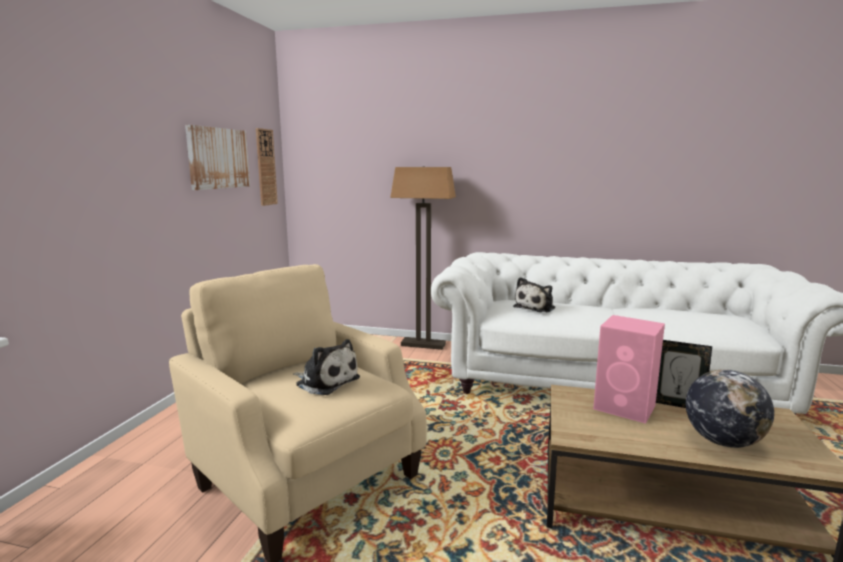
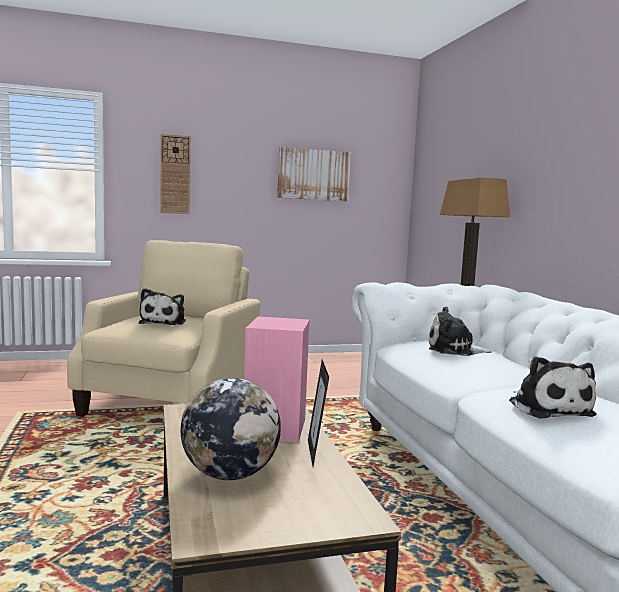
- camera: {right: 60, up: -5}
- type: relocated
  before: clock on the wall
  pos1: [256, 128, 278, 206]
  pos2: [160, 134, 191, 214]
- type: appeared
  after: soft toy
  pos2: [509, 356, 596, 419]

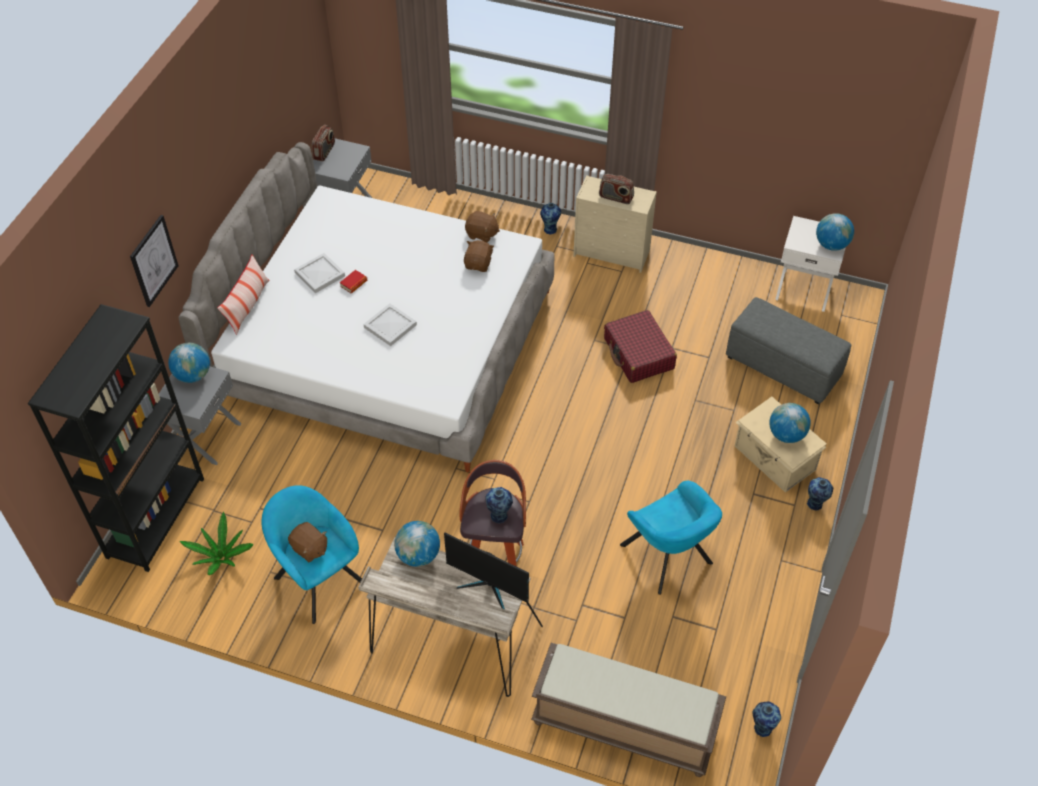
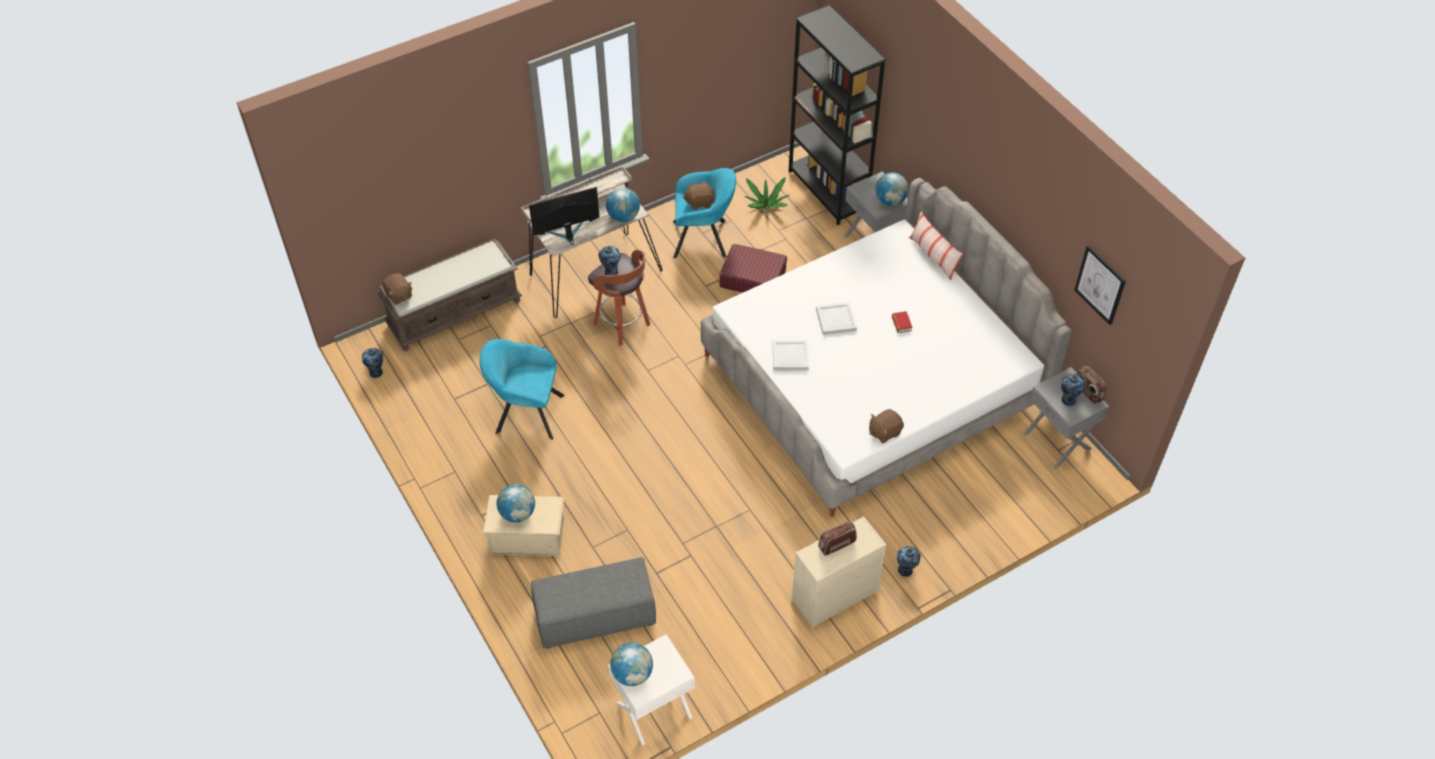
- camera: {right: 130, up: 0}
- type: relocated
  before: brownish soft toy
  pos1: [464, 240, 494, 272]
  pos2: [383, 273, 412, 305]
- type: relocated
  before: reddish piece of luggage
  pos1: [604, 310, 677, 383]
  pos2: [719, 244, 787, 293]
- type: relocated
  before: white-coloured serving tray
  pos1: [294, 253, 345, 293]
  pos2: [773, 340, 809, 371]
- type: relocated
  before: decorative vase
  pos1: [807, 477, 833, 511]
  pos2: [1061, 374, 1084, 406]
- type: relocated
  before: wall picture
  pos1: [130, 215, 178, 307]
  pos2: [1074, 245, 1126, 325]

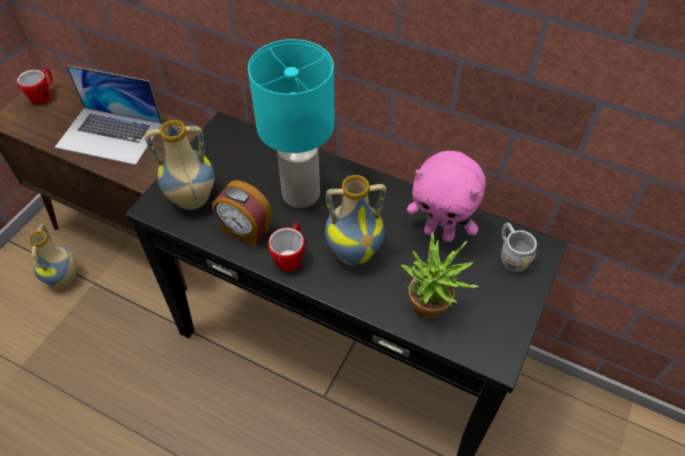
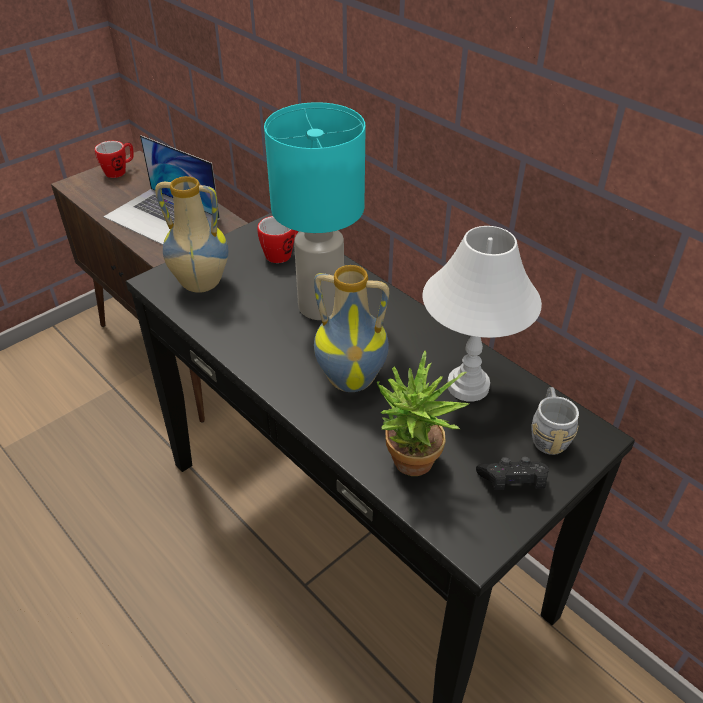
- camera: {right: 20, up: -10}
- type: relocated
  before: tea mug
  pos1: [268, 222, 305, 272]
  pos2: [257, 216, 298, 263]
- type: exchanged
  before: pink soft toy
  after: white-coloured tabletop lamp
  pos1: [407, 151, 486, 242]
  pos2: [423, 226, 542, 401]
- type: appeared
  after: blackish game controller
  pos2: [476, 457, 549, 490]
- type: missing
  before: decorative vase
  pos1: [28, 224, 77, 288]
- type: missing
  before: alarm clock
  pos1: [212, 180, 271, 247]

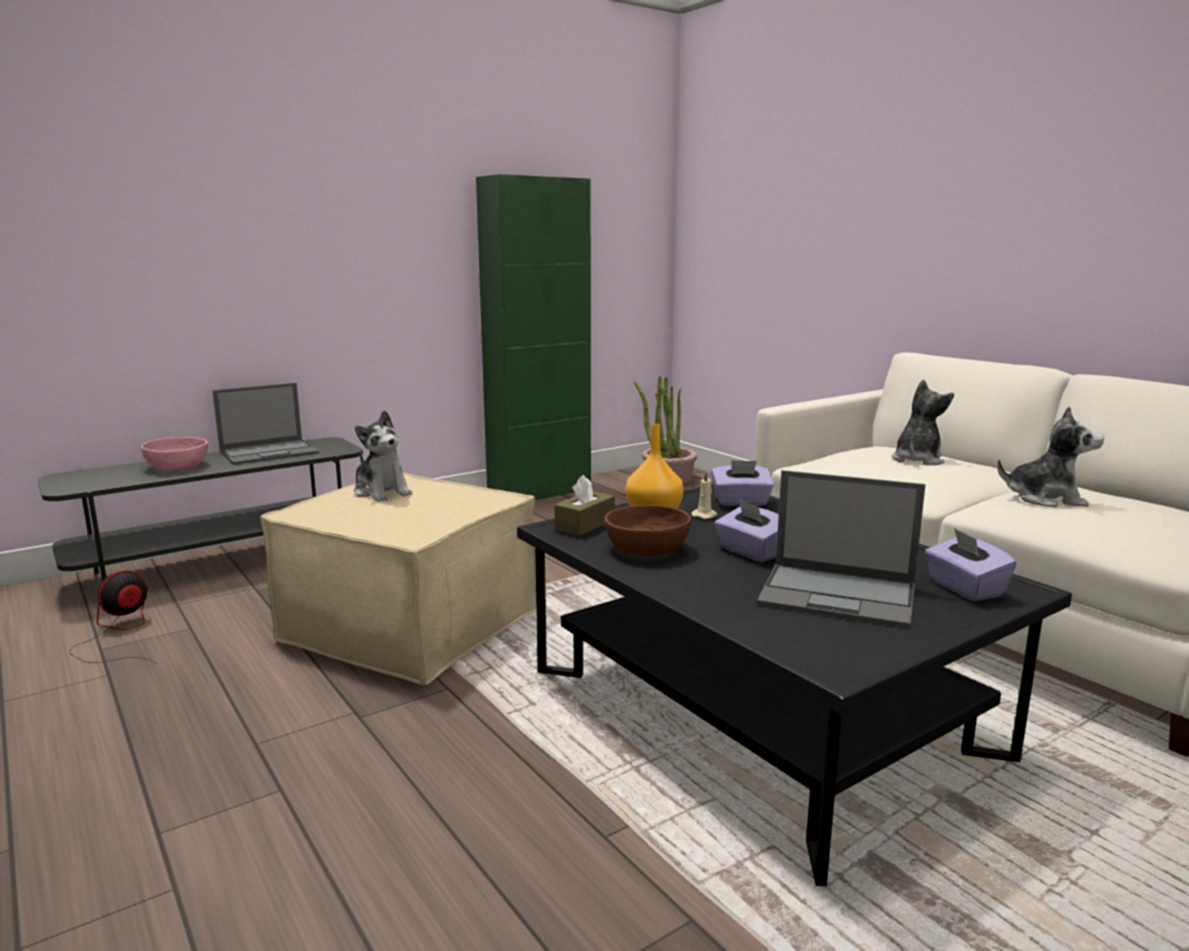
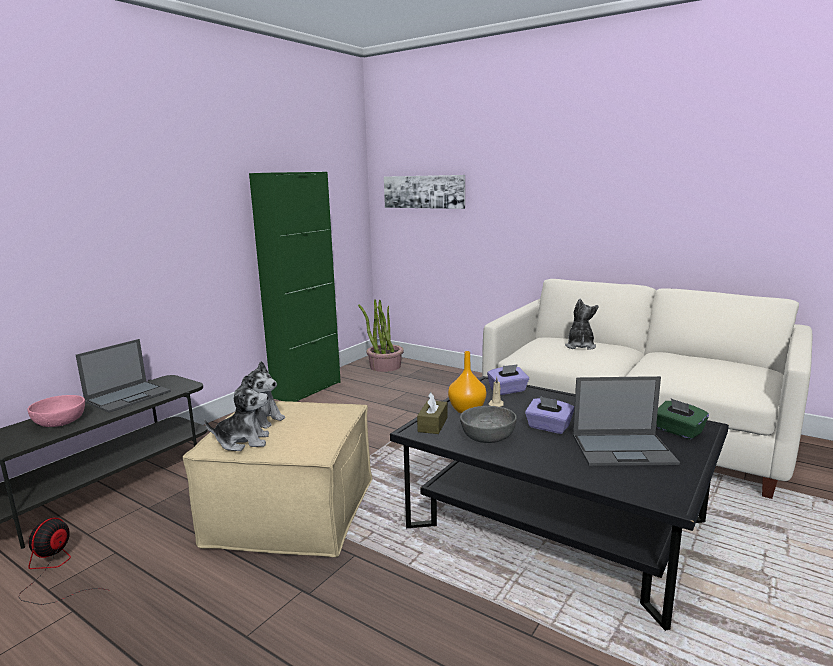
- camera: {right: -20, up: 0}
- type: relocated
  before: soft toy
  pos1: [997, 406, 1104, 507]
  pos2: [204, 378, 269, 451]
- type: appeared
  after: wall picture
  pos2: [384, 175, 465, 209]
- type: colour
  before: brownish deep dish
  after: greyish deep dish
  pos1: [604, 505, 691, 556]
  pos2: [460, 406, 517, 443]
- type: colour
  before: purplish tissue holder
  after: green tissue holder
  pos1: [924, 528, 1017, 601]
  pos2: [656, 398, 709, 439]

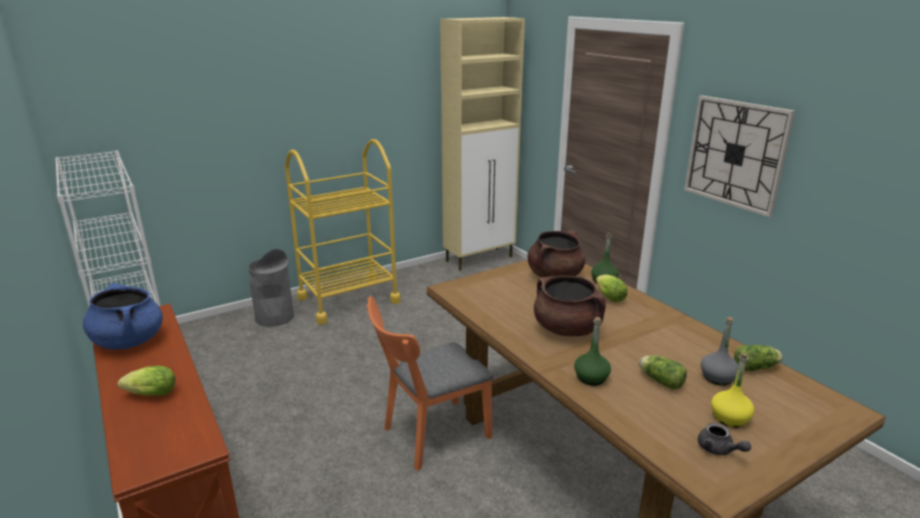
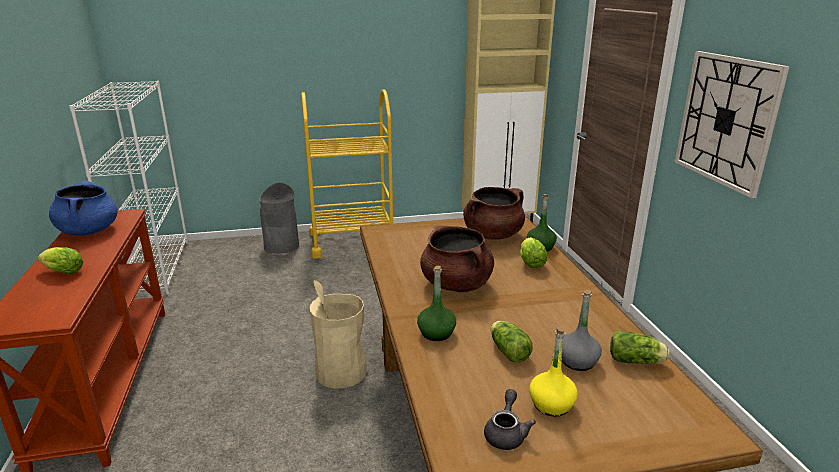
- camera: {right: 20, up: 0}
- type: exchanged
  before: orangey plain chair
  after: sand-coloured waste bin
  pos1: [367, 296, 493, 471]
  pos2: [310, 280, 367, 389]
- type: spun
  before: greyish teapot
  pos1: [698, 423, 751, 455]
  pos2: [484, 389, 536, 450]
  turn: -150

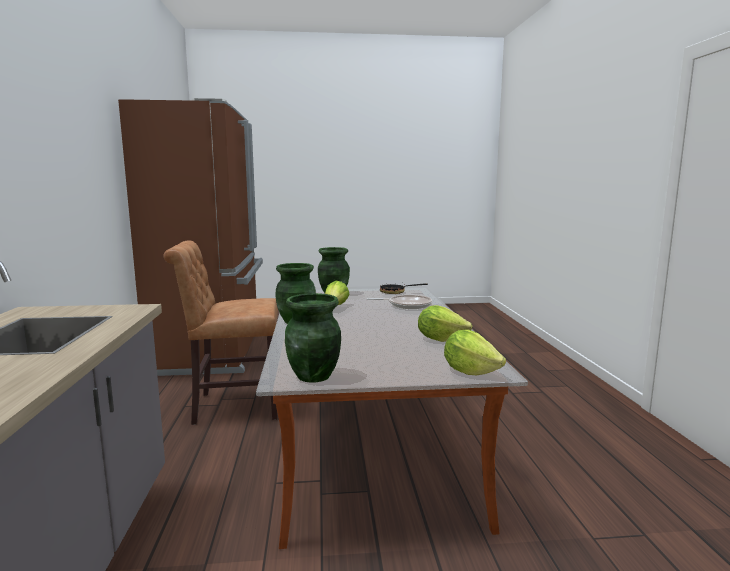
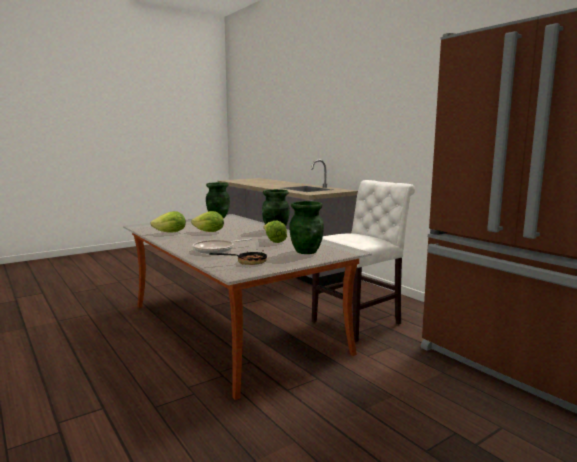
- camera: {right: 150, up: 0}
- type: relocated
  before: lettuce
  pos1: [444, 330, 506, 375]
  pos2: [191, 211, 224, 232]
- type: colour
  before: brownish plain chair
  after: white-coloured plain chair
  pos1: [164, 240, 278, 425]
  pos2: [312, 180, 415, 342]

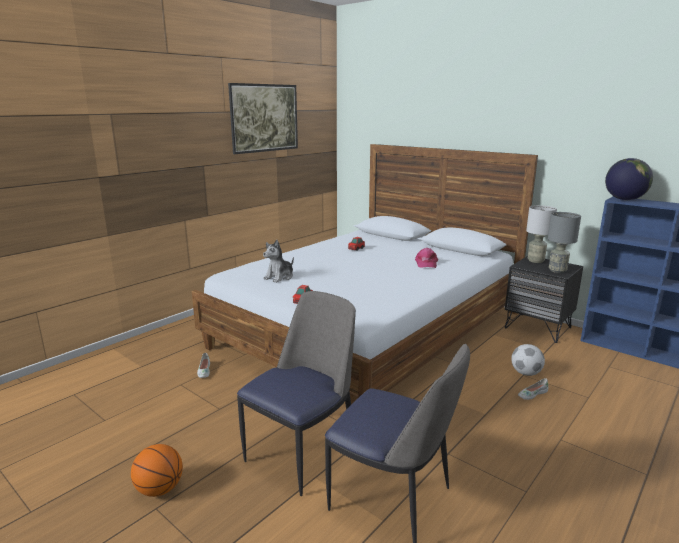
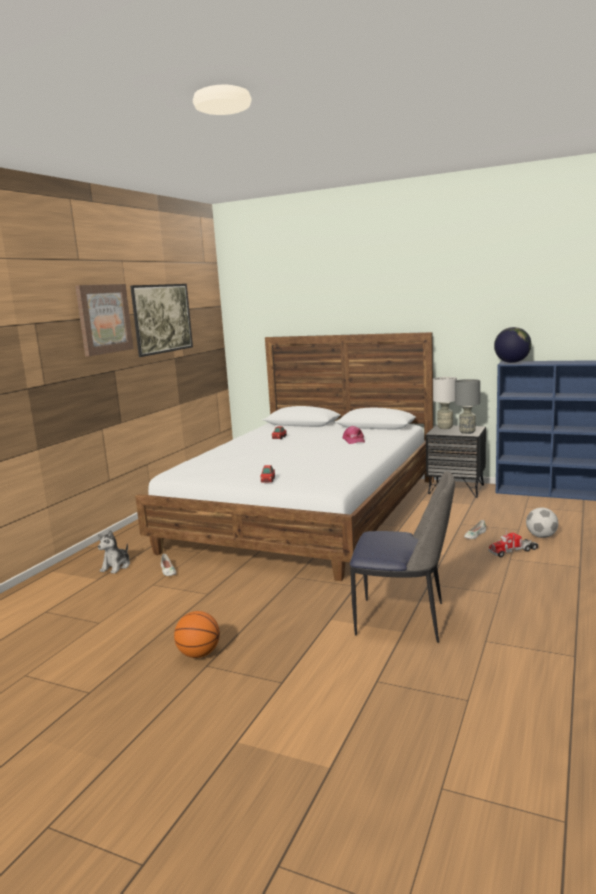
- camera: {right: -15, up: -5}
- type: appeared
  after: wall picture
  pos2: [75, 284, 134, 356]
- type: relocated
  before: soft toy
  pos1: [263, 240, 294, 283]
  pos2: [98, 530, 130, 574]
- type: appeared
  after: model truck
  pos2: [488, 531, 538, 557]
- type: relocated
  before: ball for football
  pos1: [511, 344, 545, 376]
  pos2: [526, 507, 558, 538]
- type: missing
  before: plain chair
  pos1: [237, 291, 356, 496]

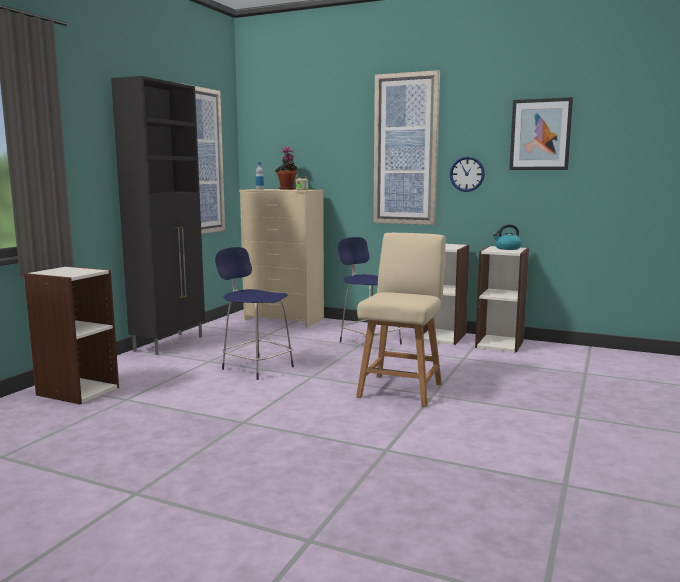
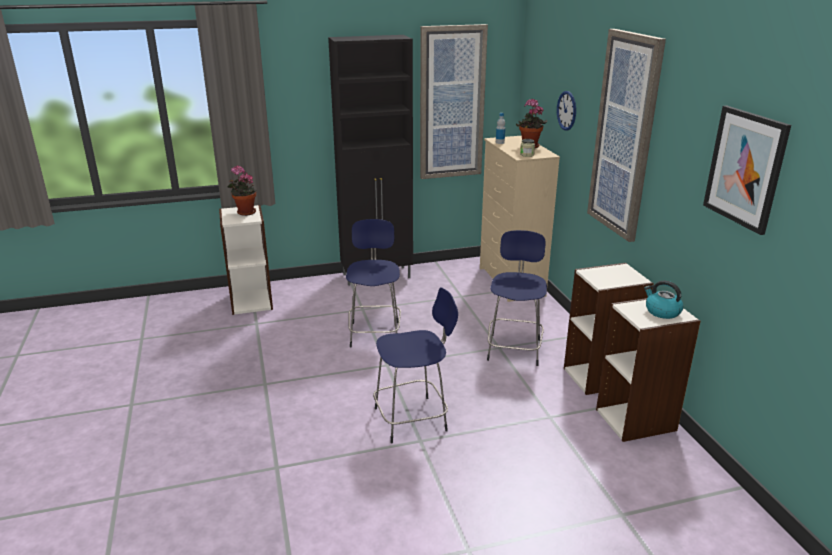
- camera: {right: 50, up: 15}
- type: appeared
  after: houseplant
  pos2: [227, 165, 256, 216]
- type: exchanged
  before: sand-coloured plain chair
  after: blue-coloured sitting stool
  pos1: [356, 233, 446, 407]
  pos2: [373, 287, 458, 444]
- type: relocated
  before: clock on the wall
  pos1: [450, 156, 485, 192]
  pos2: [557, 91, 576, 131]

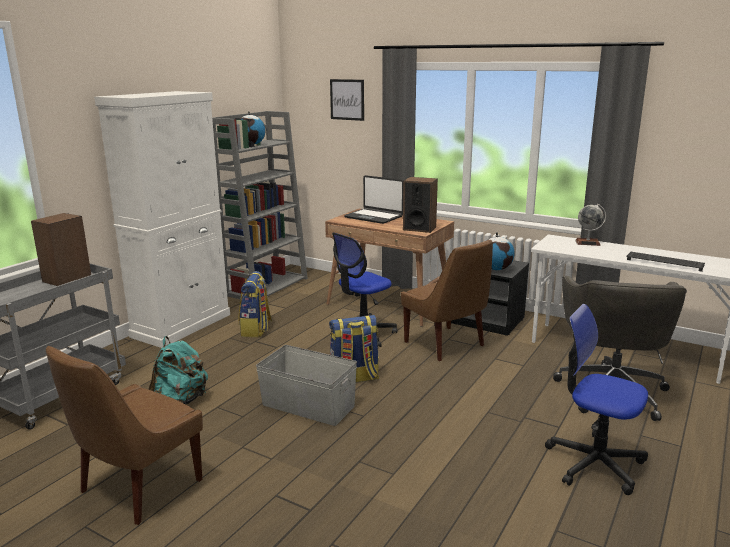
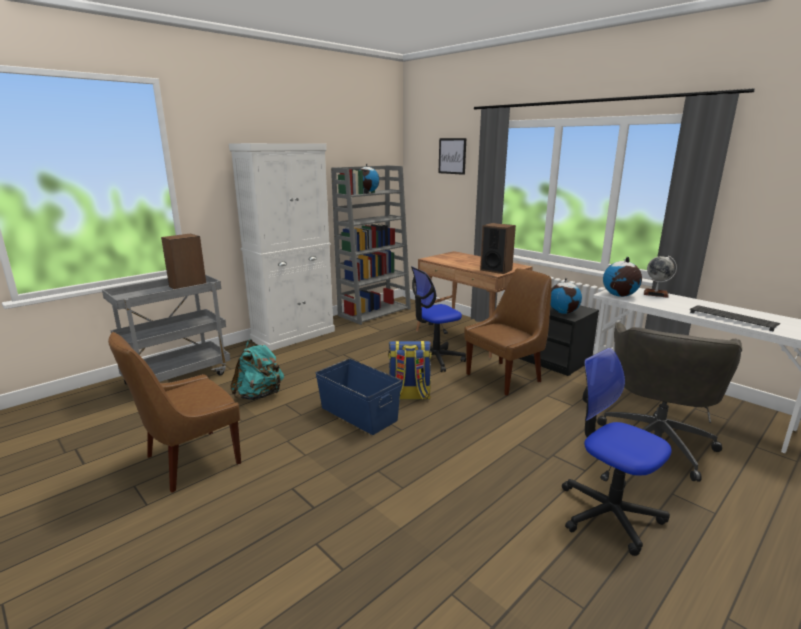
- camera: {right: 15, up: 0}
- type: colour
  before: greyish storage container
  after: blue-coloured storage container
  pos1: [256, 345, 357, 426]
  pos2: [316, 359, 402, 435]
- type: spun
  before: brownish plain chair
  pos1: [401, 240, 493, 361]
  pos2: [464, 268, 552, 396]
  turn: -105
- type: appeared
  after: world globe
  pos2: [603, 257, 642, 297]
- type: missing
  before: rucksack
  pos1: [239, 271, 272, 337]
- type: missing
  before: laptop
  pos1: [344, 175, 404, 224]

